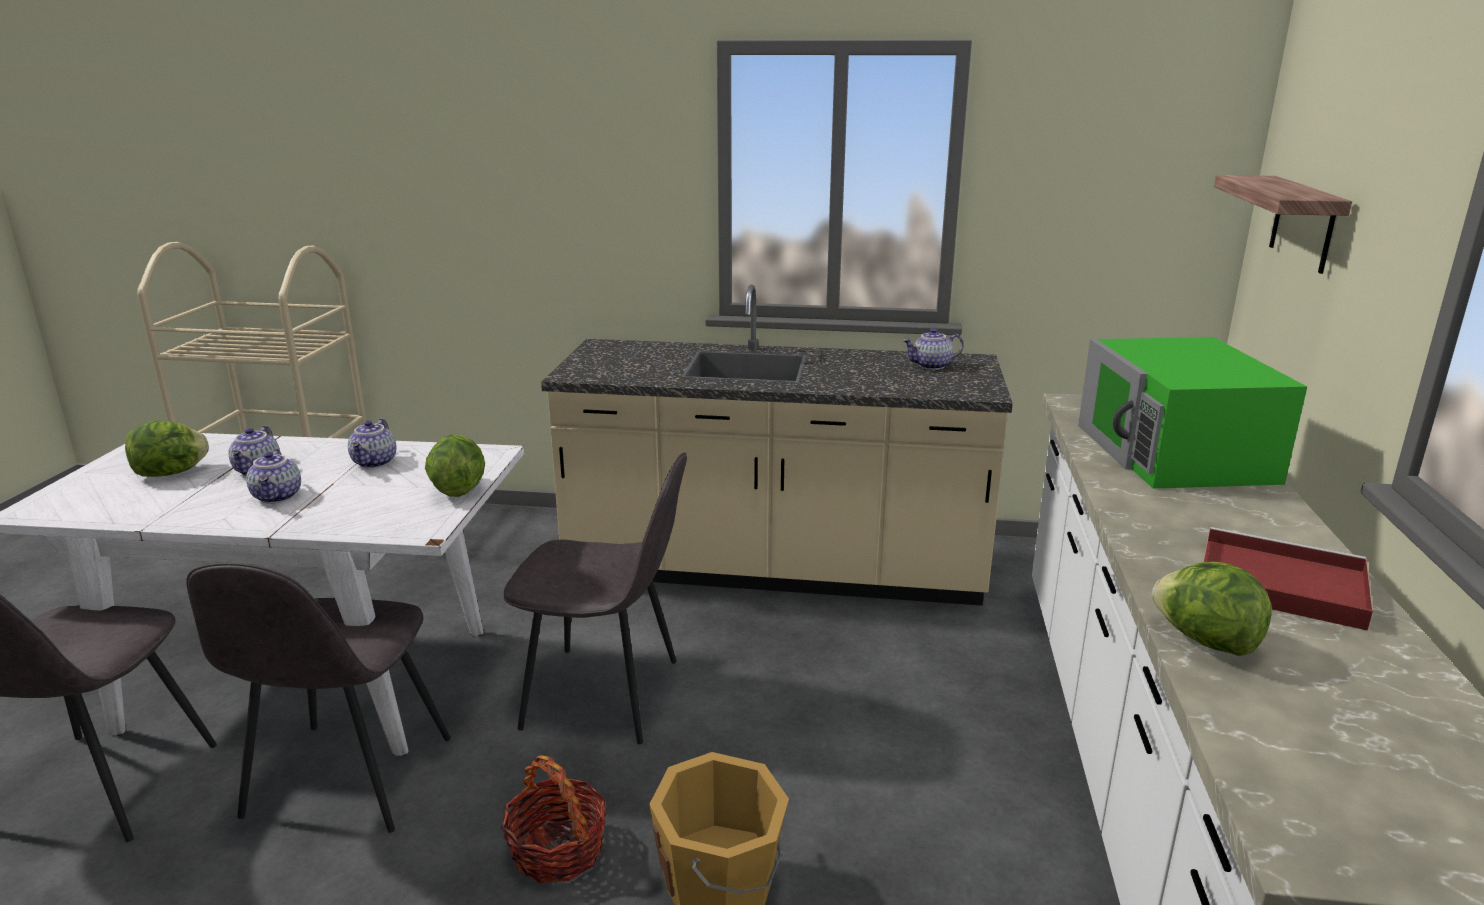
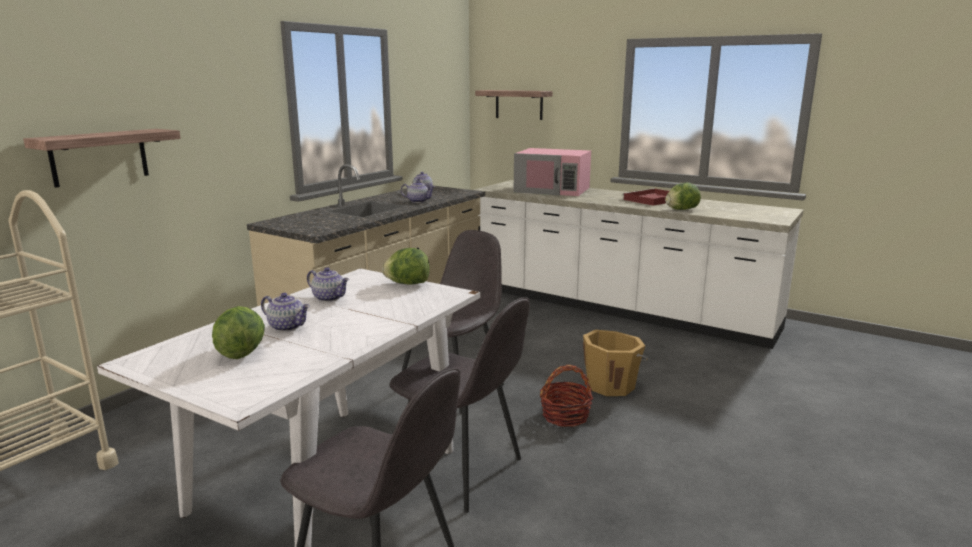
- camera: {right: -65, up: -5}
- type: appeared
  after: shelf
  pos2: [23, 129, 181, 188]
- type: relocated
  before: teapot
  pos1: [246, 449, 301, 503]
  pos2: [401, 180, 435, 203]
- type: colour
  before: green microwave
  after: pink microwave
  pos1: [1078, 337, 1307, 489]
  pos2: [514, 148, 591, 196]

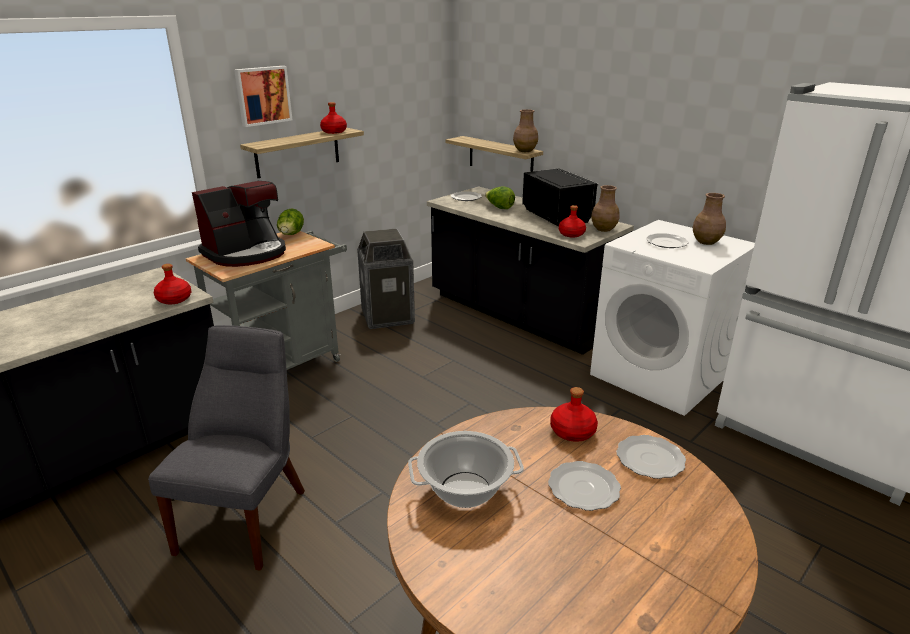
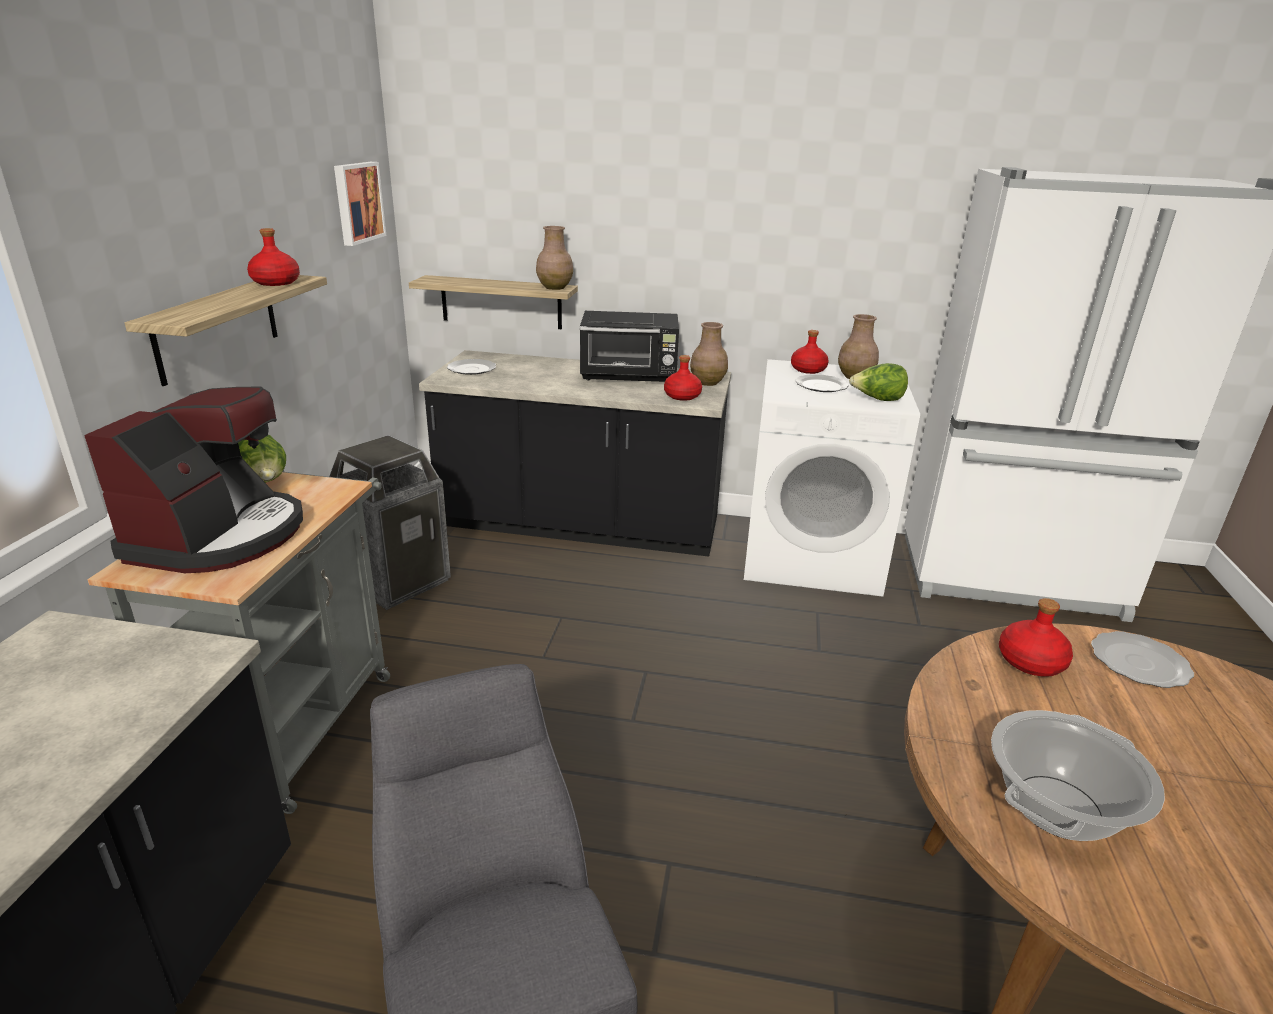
- camera: {right: -35, up: 0}
- type: relocated
  before: wall picture
  pos1: [234, 66, 292, 127]
  pos2: [334, 162, 386, 246]
- type: spun
  before: blackish microwave
  pos1: [522, 168, 598, 227]
  pos2: [580, 311, 679, 382]
  turn: 150
- type: relocated
  before: reddish drink bottle
  pos1: [154, 264, 191, 304]
  pos2: [791, 330, 829, 374]
- type: relocated
  before: lettuce
  pos1: [485, 186, 515, 209]
  pos2: [849, 363, 908, 401]
- type: missing
  before: flat dish
  pos1: [548, 461, 621, 511]

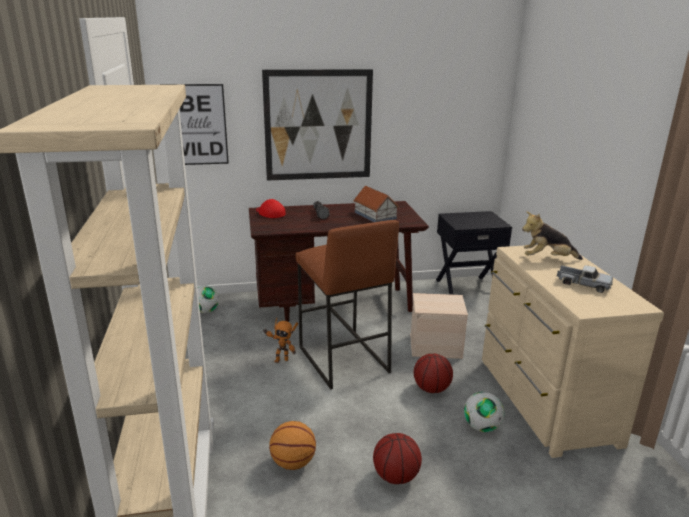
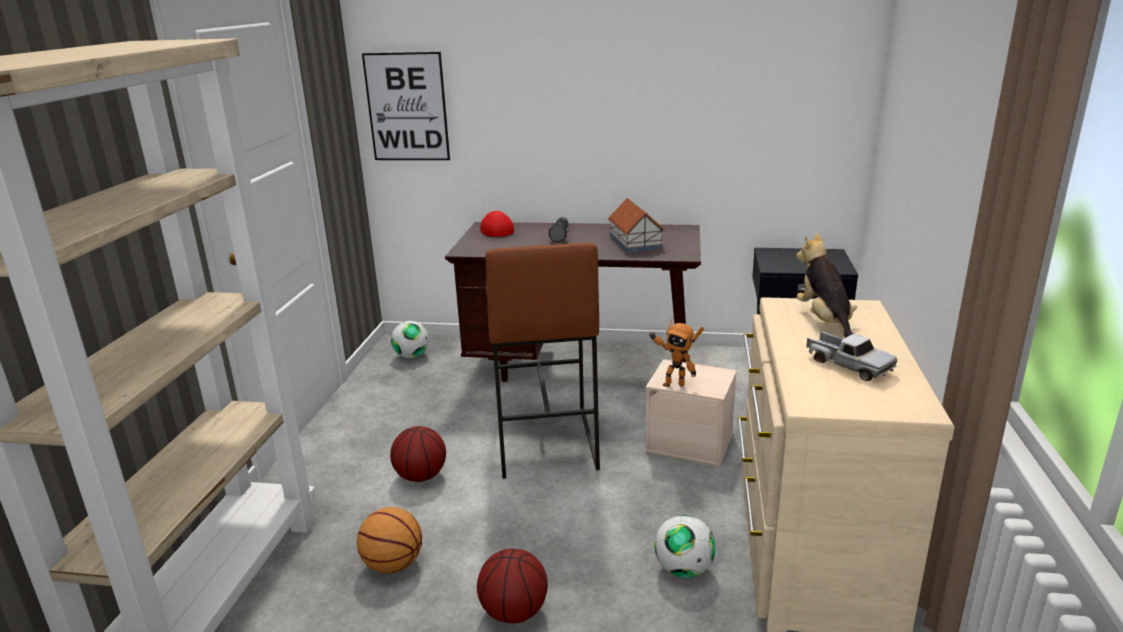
- camera: {right: 20, up: 0}
- type: relocated
  before: basketball ball
  pos1: [414, 354, 453, 393]
  pos2: [390, 426, 446, 482]
- type: relocated
  before: model robot
  pos1: [262, 318, 298, 363]
  pos2: [649, 318, 704, 387]
- type: spun
  before: soft toy
  pos1: [522, 211, 583, 260]
  pos2: [796, 233, 857, 338]
  turn: 60
- type: missing
  before: wall picture
  pos1: [262, 69, 373, 181]

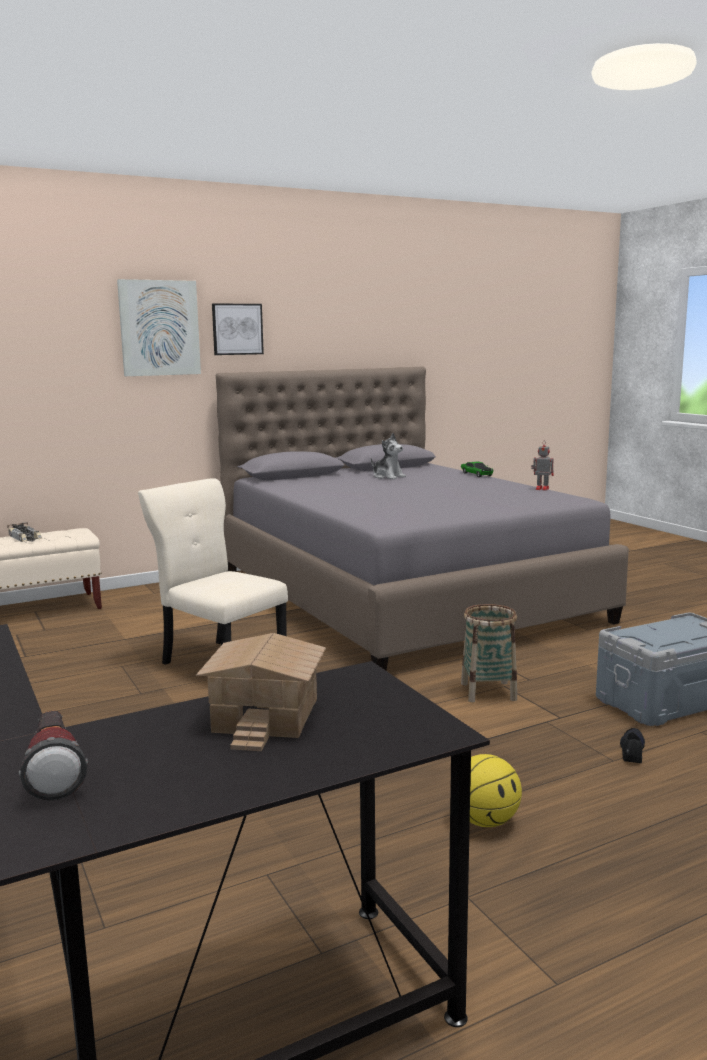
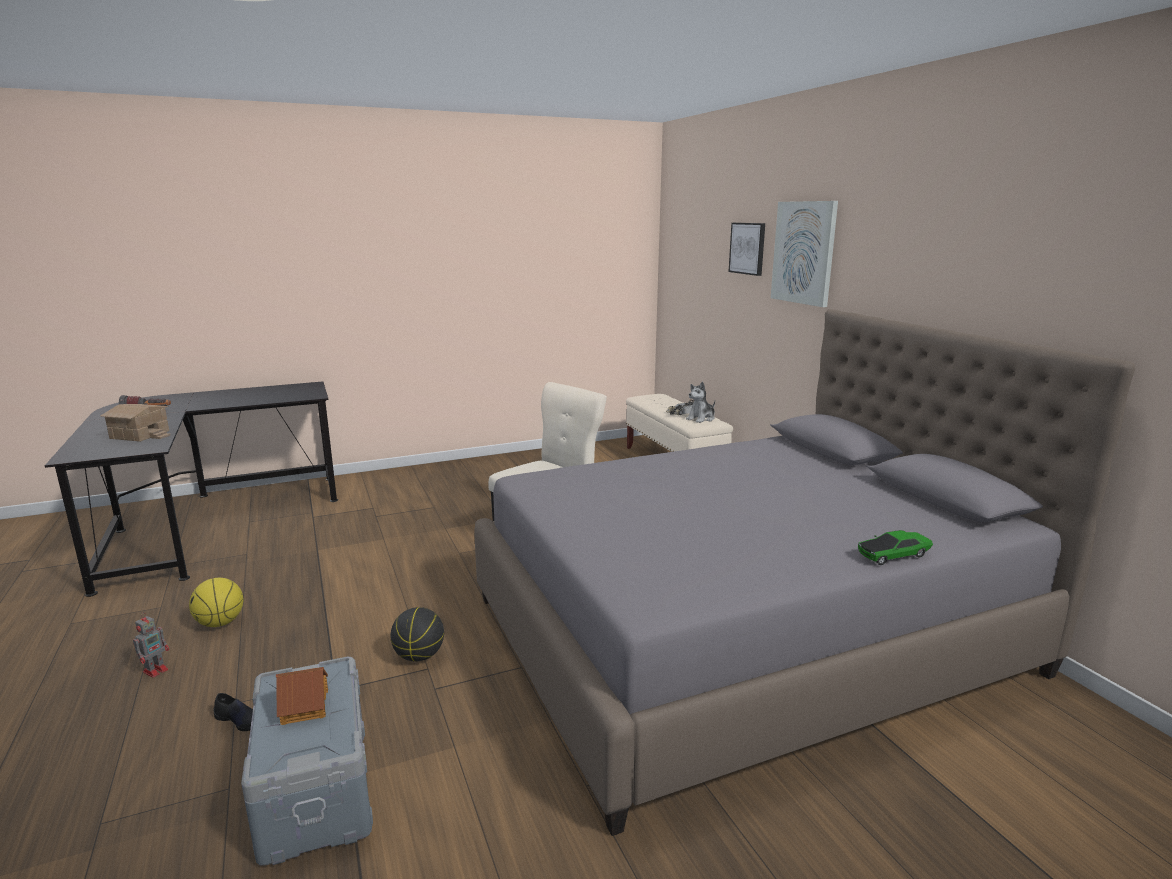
- camera: {right: 95, up: 5}
- type: relocated
  before: model robot
  pos1: [531, 442, 554, 491]
  pos2: [133, 612, 169, 678]
- type: appeared
  after: miniature house
  pos2: [276, 667, 328, 725]
- type: exchanged
  before: storage basket
  after: basketball ball
  pos1: [461, 604, 517, 702]
  pos2: [390, 607, 444, 661]
- type: relocated
  before: soft toy
  pos1: [371, 433, 406, 479]
  pos2: [686, 382, 715, 423]
- type: relocated
  before: wall picture
  pos1: [212, 303, 264, 355]
  pos2: [729, 223, 765, 276]

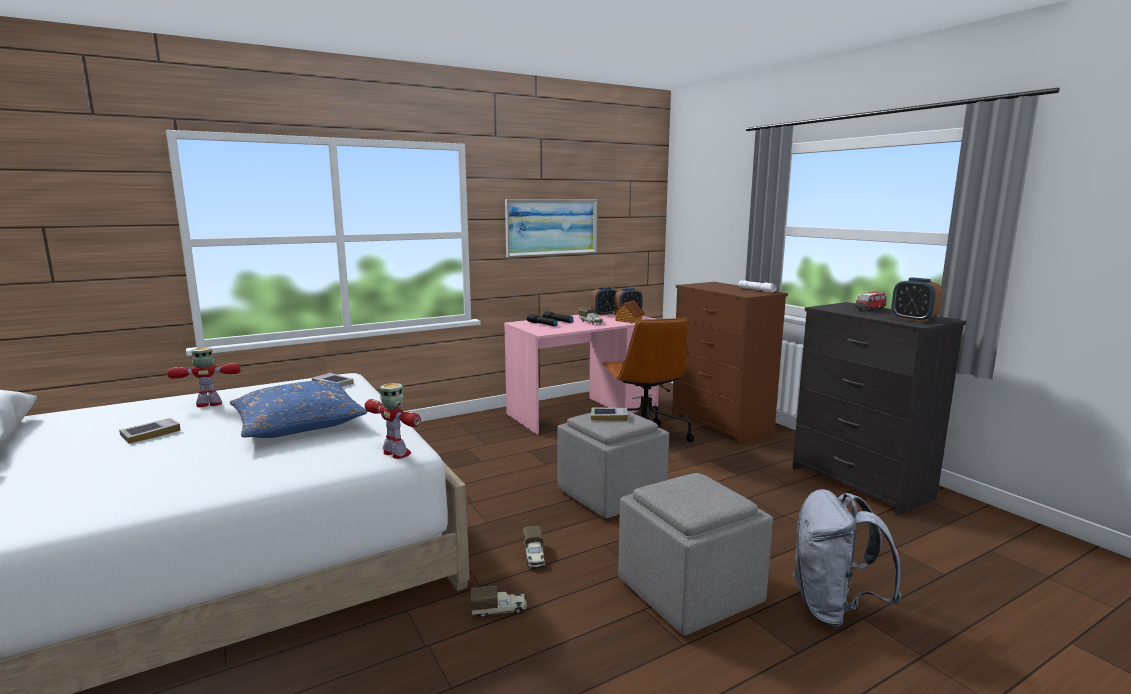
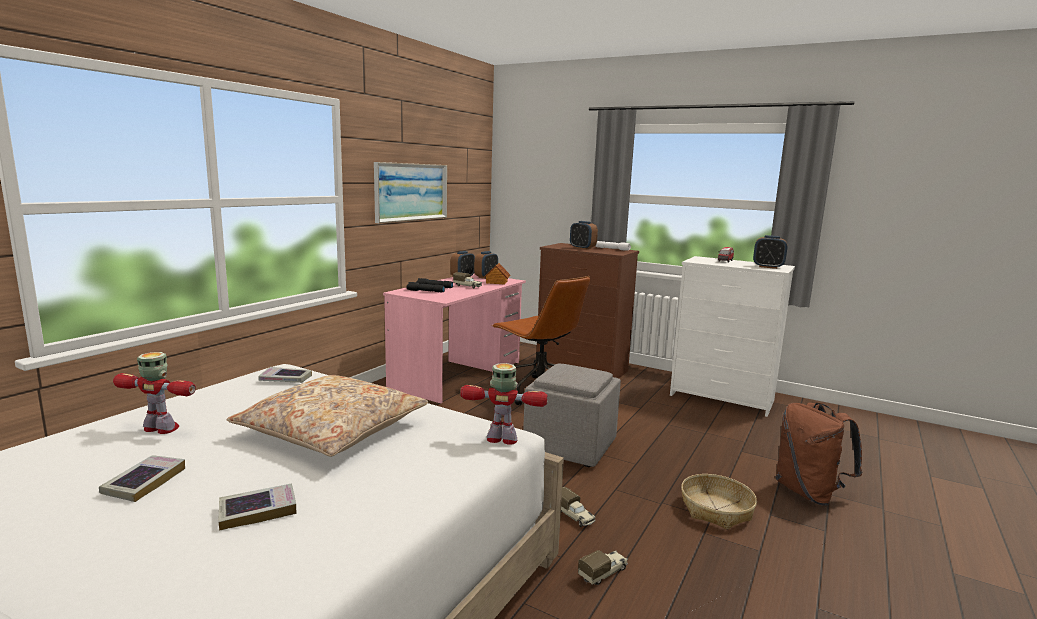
- camera: {right: -30, up: 0}
- type: spun
  before: model robot
  pos1: [167, 347, 241, 407]
  pos2: [113, 352, 196, 434]
  turn: 60
- type: relocated
  before: volume
  pos1: [591, 407, 628, 421]
  pos2: [219, 483, 297, 531]
- type: colour
  before: blue-coloured pillow
  after: sand-coloured pillow
  pos1: [230, 381, 367, 438]
  pos2: [227, 375, 428, 457]
- type: appeared
  after: alarm clock
  pos2: [570, 221, 598, 250]
- type: colour
  before: blackish drawer chest
  after: white-coloured drawer chest
  pos1: [792, 302, 966, 516]
  pos2: [670, 256, 795, 417]
- type: exchanged
  before: greyish pouffe
  after: storage basket
  pos1: [618, 473, 773, 635]
  pos2: [681, 474, 757, 529]
- type: colour
  before: greyish rucksack
  after: brownish rucksack
  pos1: [793, 489, 902, 628]
  pos2: [775, 402, 862, 506]

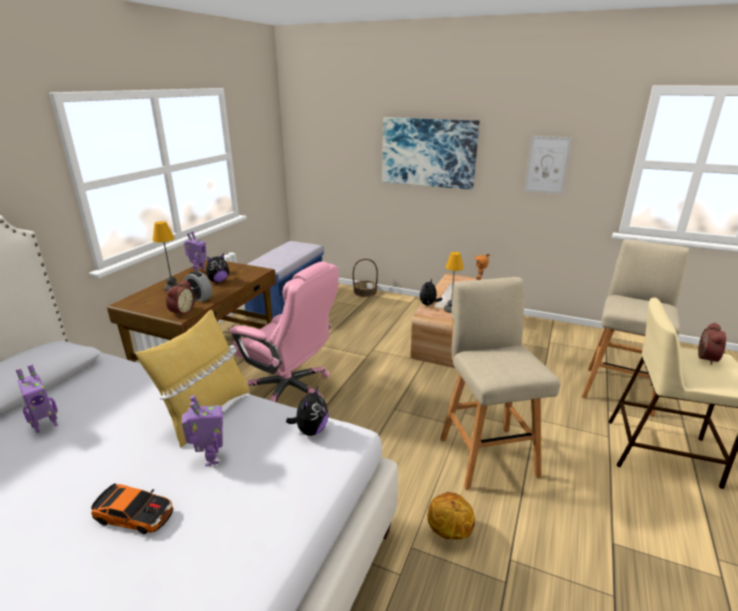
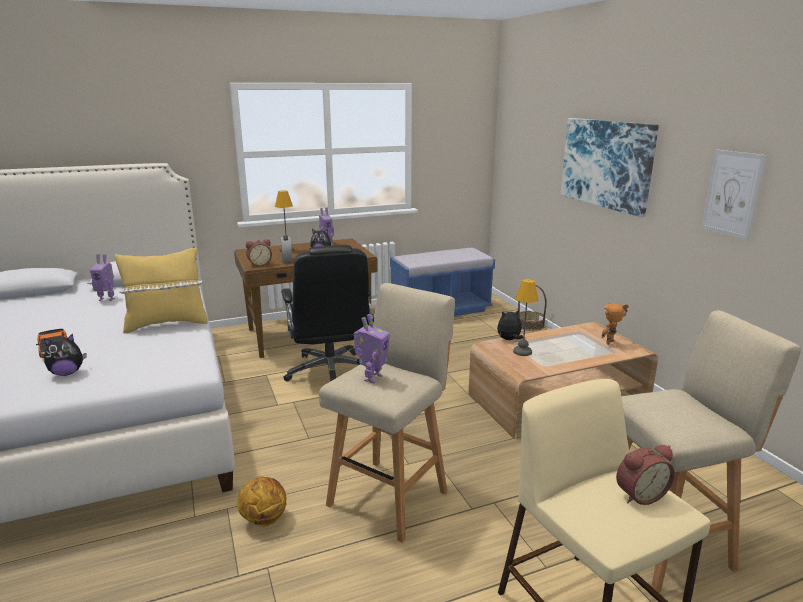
- camera: {right: 45, up: -5}
- type: relocated
  before: soft toy
  pos1: [286, 386, 329, 436]
  pos2: [44, 334, 86, 376]
- type: colour
  before: pink computer chair
  after: blackish computer chair
  pos1: [230, 261, 339, 402]
  pos2: [281, 245, 374, 382]
- type: relocated
  before: model robot
  pos1: [182, 395, 223, 467]
  pos2: [354, 314, 390, 383]

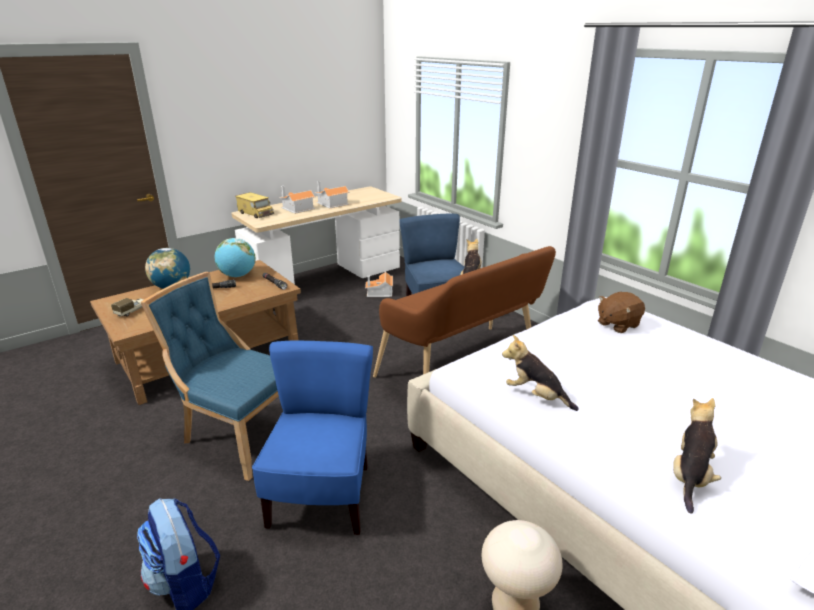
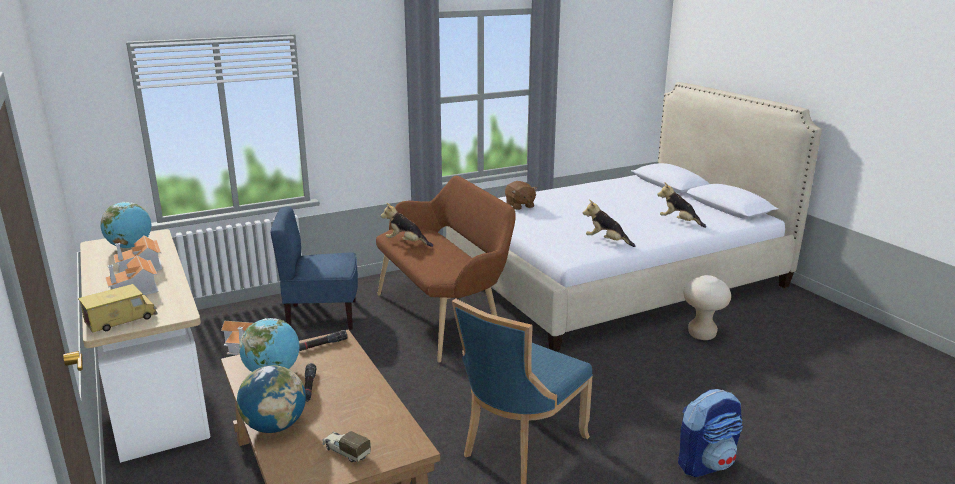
- camera: {right: -80, up: -5}
- type: appeared
  after: world globe
  pos2: [100, 202, 151, 248]
- type: spun
  before: soft toy
  pos1: [502, 335, 579, 411]
  pos2: [583, 200, 635, 247]
  turn: 75
- type: missing
  before: blue-coloured plain chair
  pos1: [252, 341, 373, 535]

